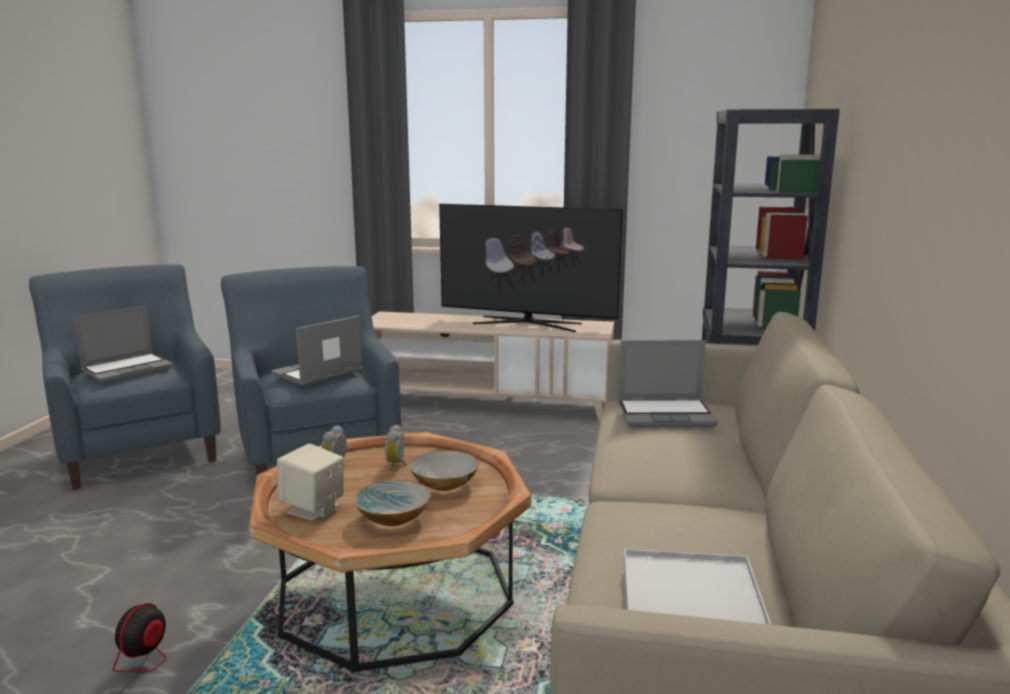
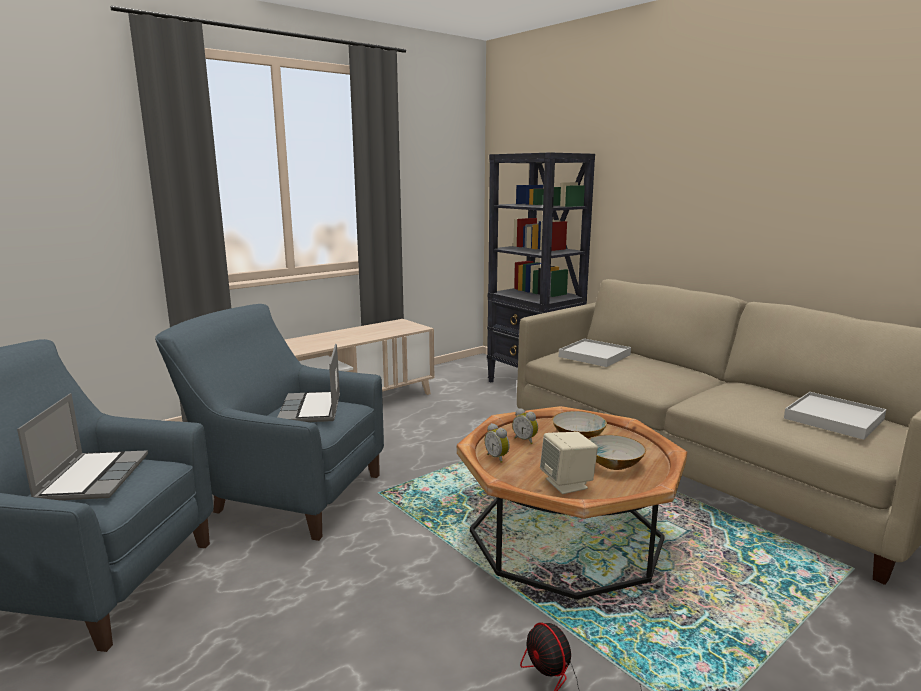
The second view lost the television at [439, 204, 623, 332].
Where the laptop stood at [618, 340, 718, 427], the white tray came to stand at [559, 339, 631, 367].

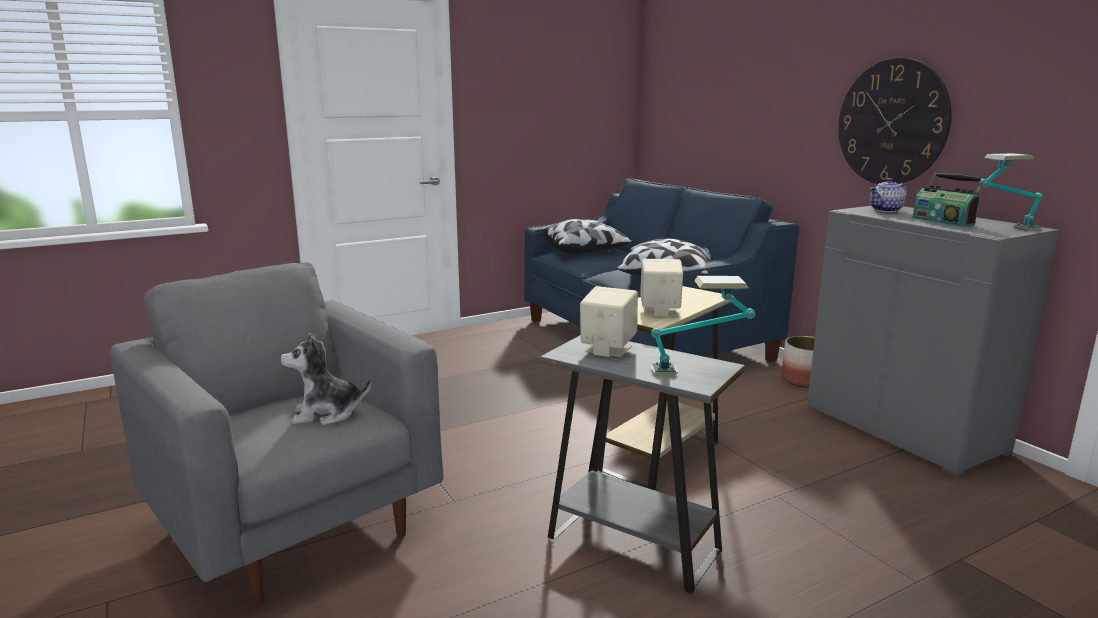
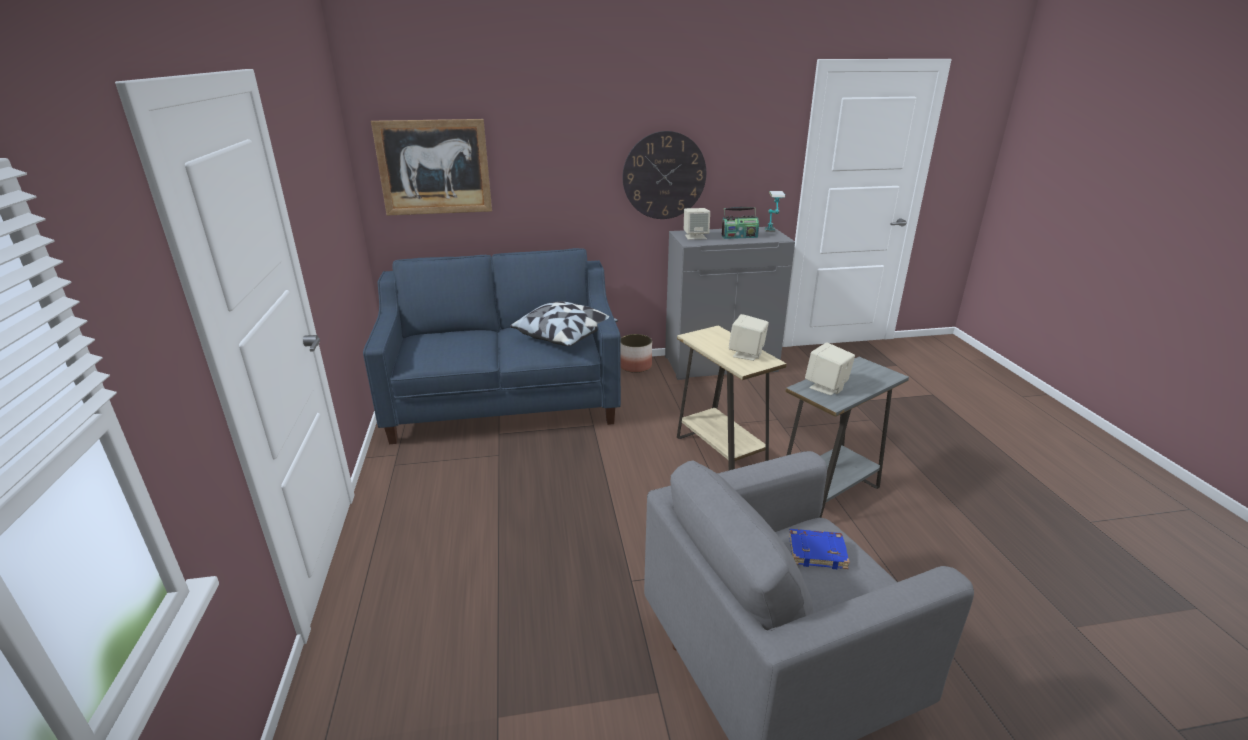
Where the plush toy stood at [280, 333, 372, 425], the blue book came to stand at [789, 529, 850, 569].
The second view lost the pillow at [543, 219, 633, 253].
The second view lost the table lamp at [651, 276, 756, 376].
Where the teapot stood at [870, 178, 907, 212], the beige speaker came to stand at [684, 208, 710, 240].
The second view gained the picture at [371, 119, 492, 216].

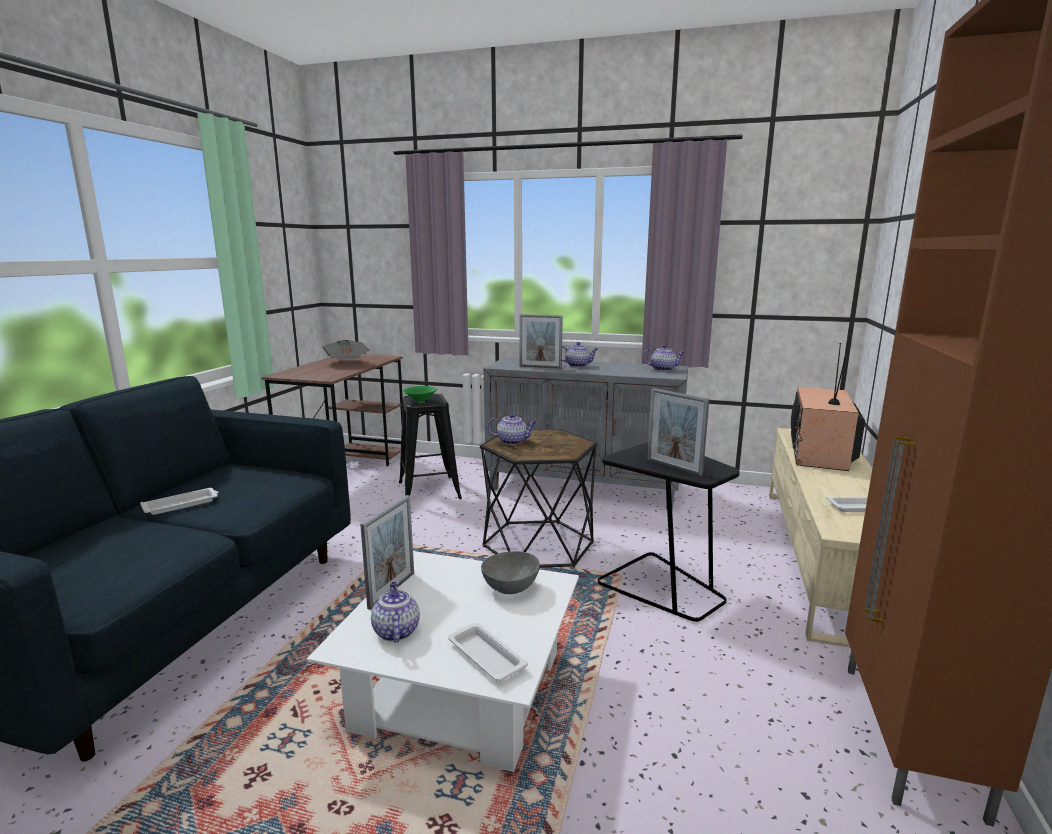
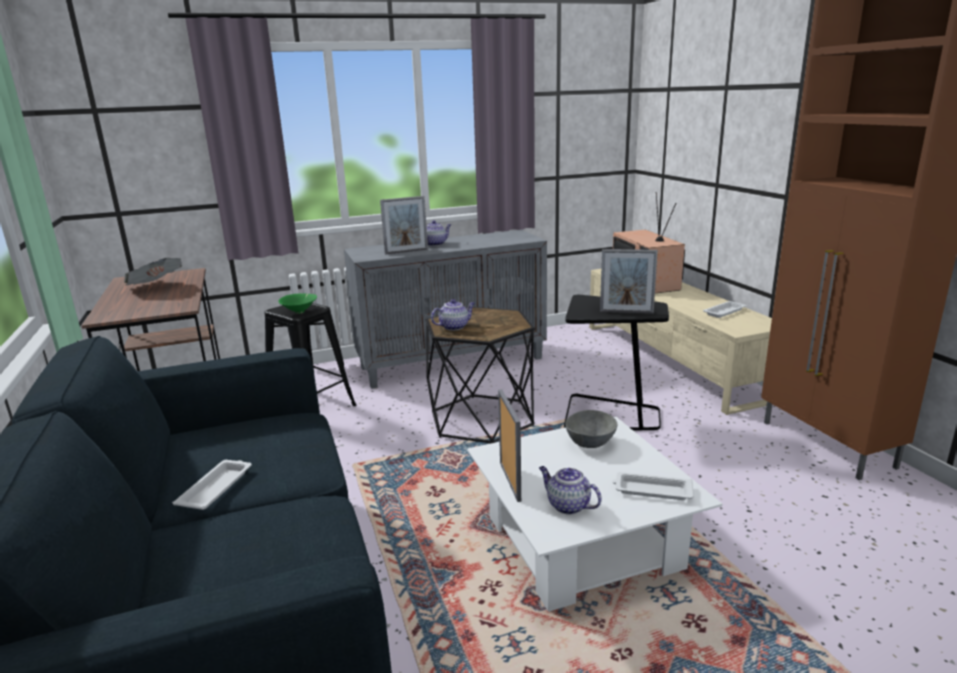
The second view lost the teapot at [643, 345, 685, 371].

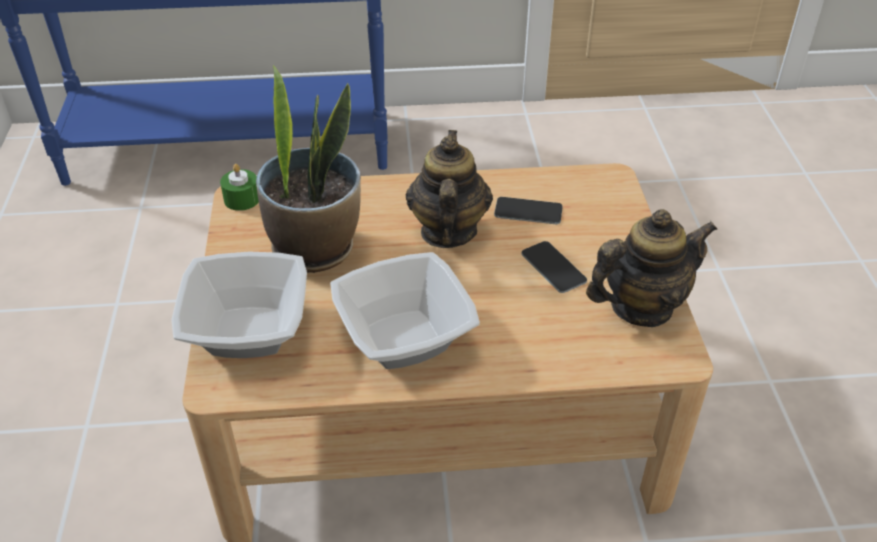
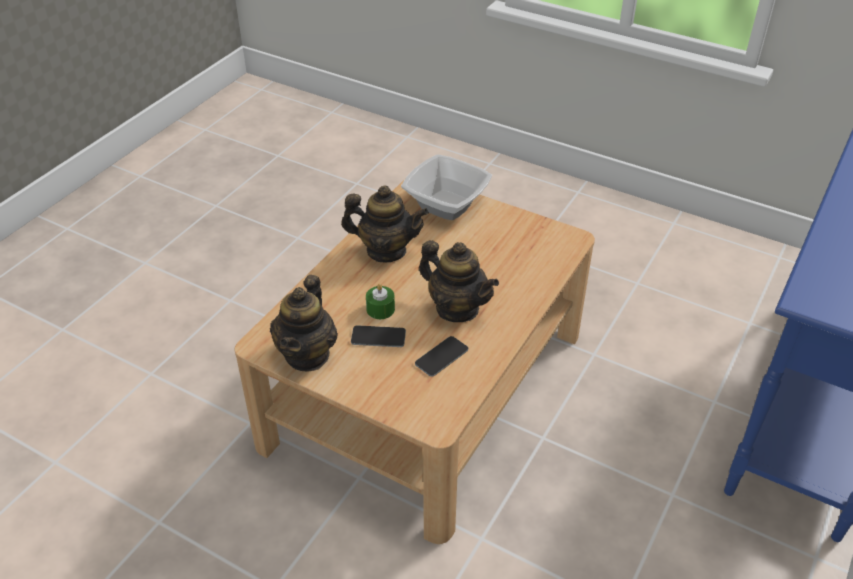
The green candle ended up elsewhere, having gone from [220, 164, 259, 211] to [366, 284, 395, 319].
The second view lost the potted plant at [256, 65, 361, 273].
Where the bowl stood at [330, 252, 480, 369], the teapot came to stand at [341, 185, 429, 263].

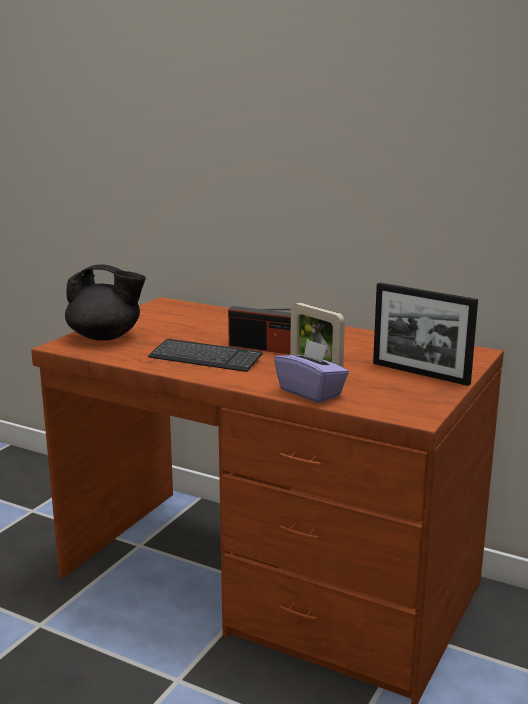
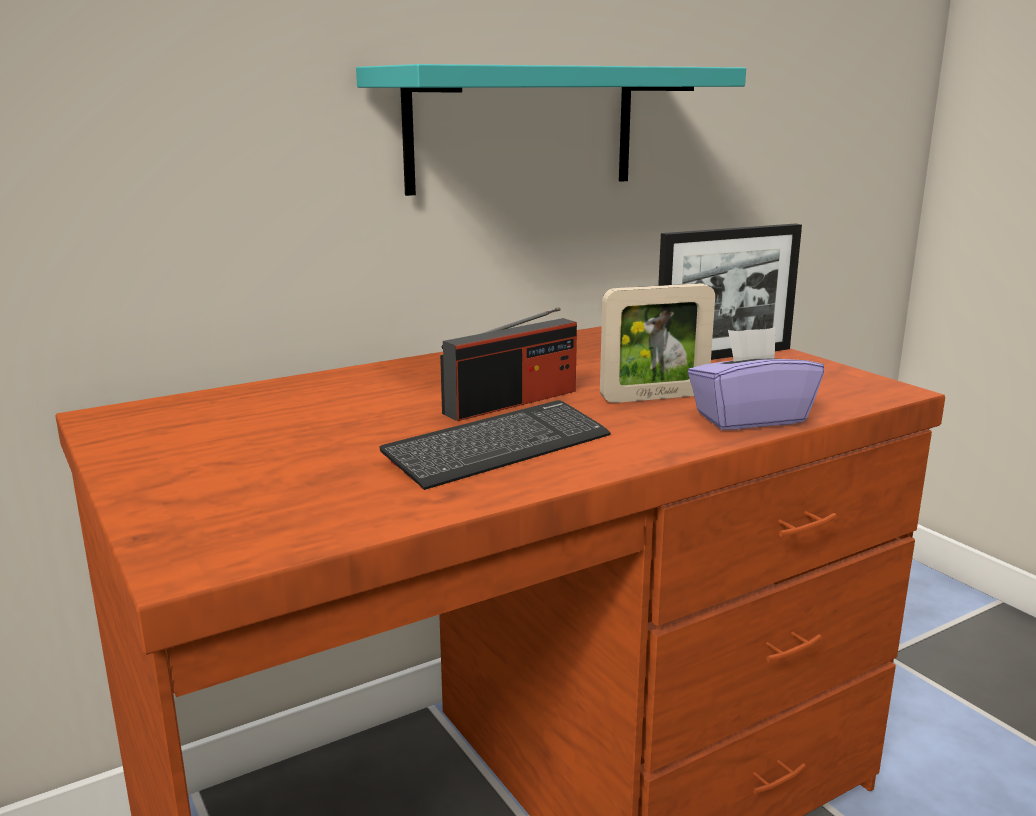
The second view lost the black teapot at [65, 264, 146, 341].
The second view gained the turquoise shelf at [356, 64, 746, 196].

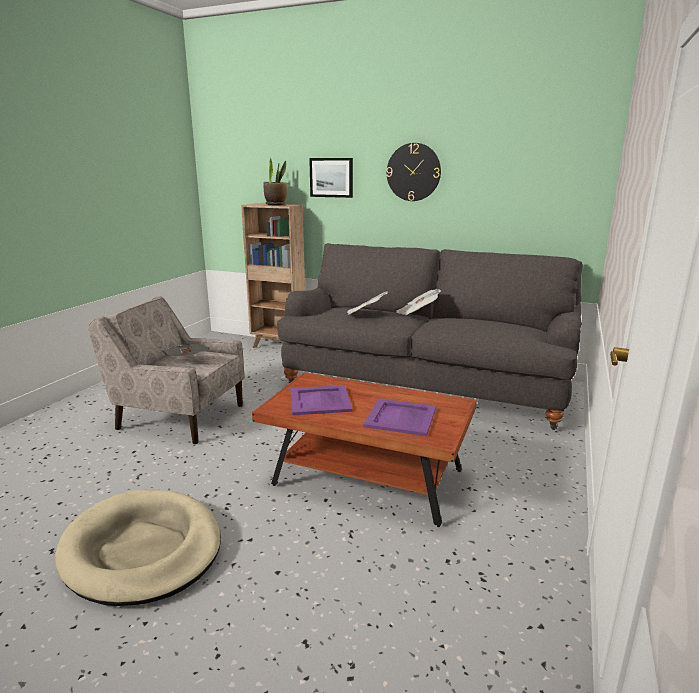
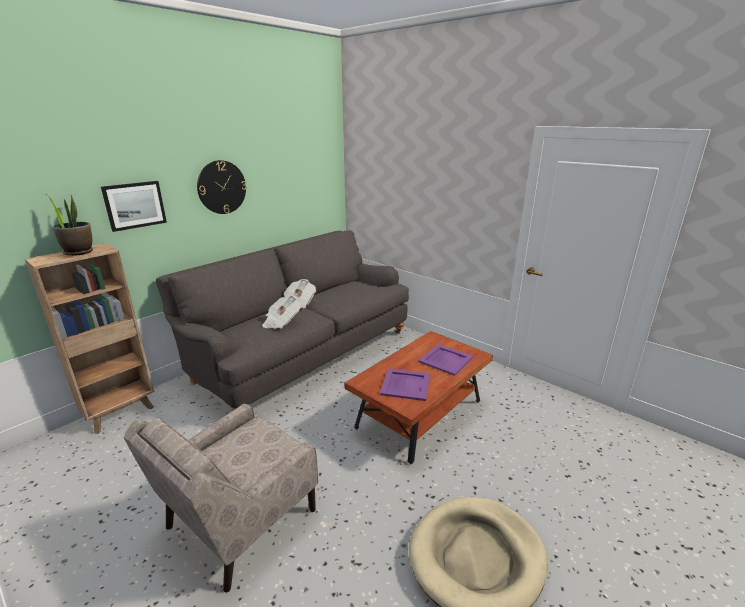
The second view lost the newspaper at [161, 344, 209, 356].

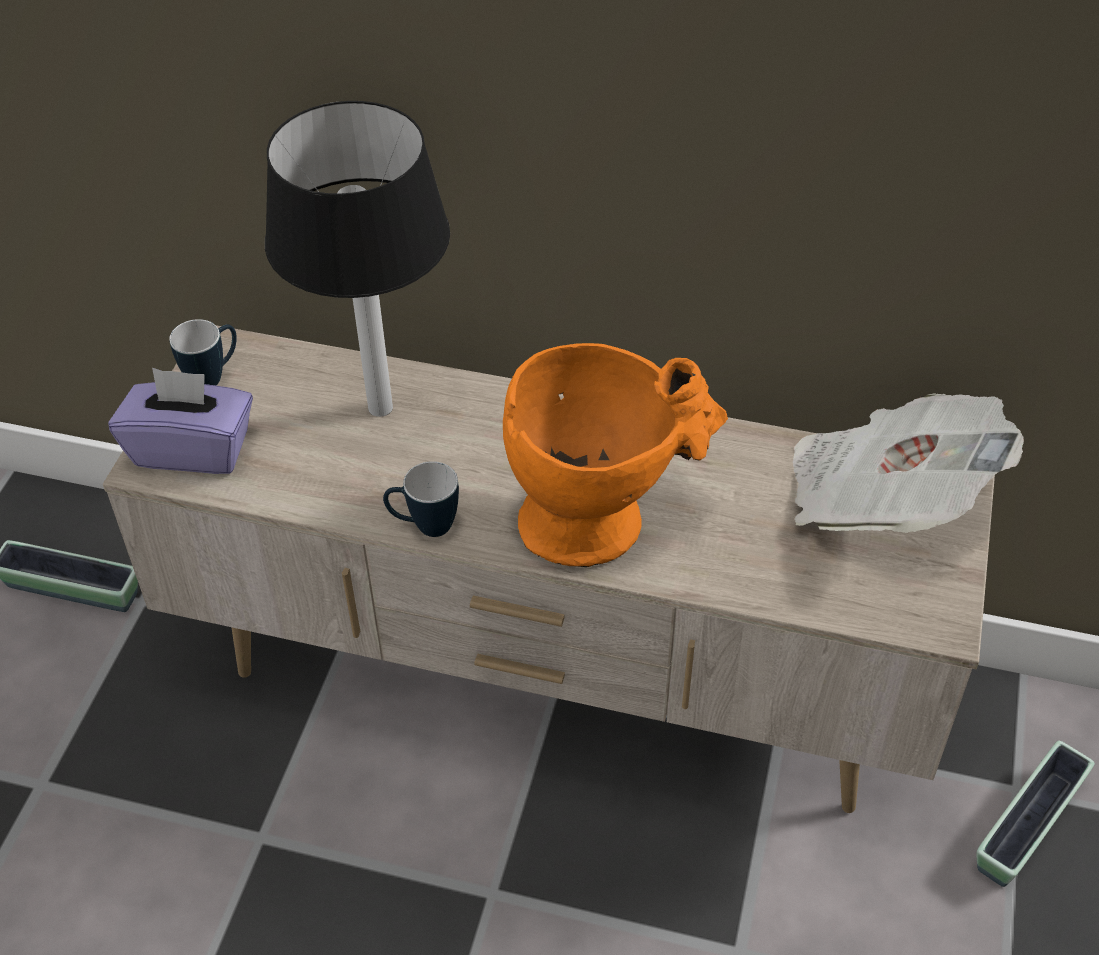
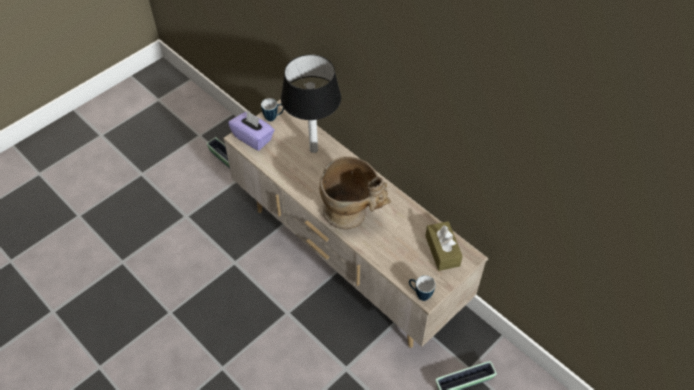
The mug ended up elsewhere, having gone from [383, 461, 459, 537] to [409, 275, 436, 301].
What was the orange vase at [503, 343, 728, 567] turned into the beige vase at [319, 156, 391, 229].
Where the newspaper stood at [793, 393, 1024, 533], the brown tissue box came to stand at [425, 221, 463, 271].

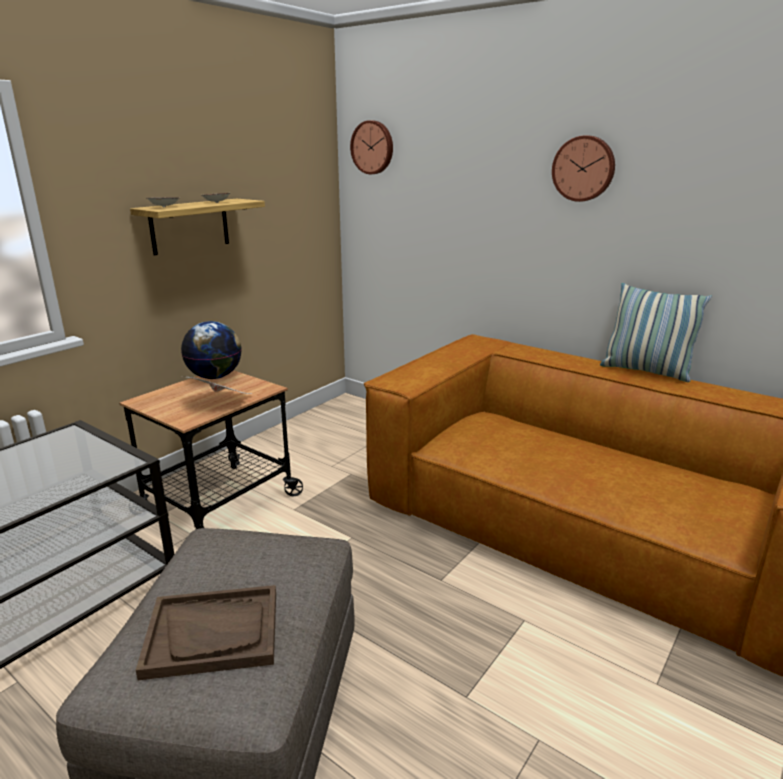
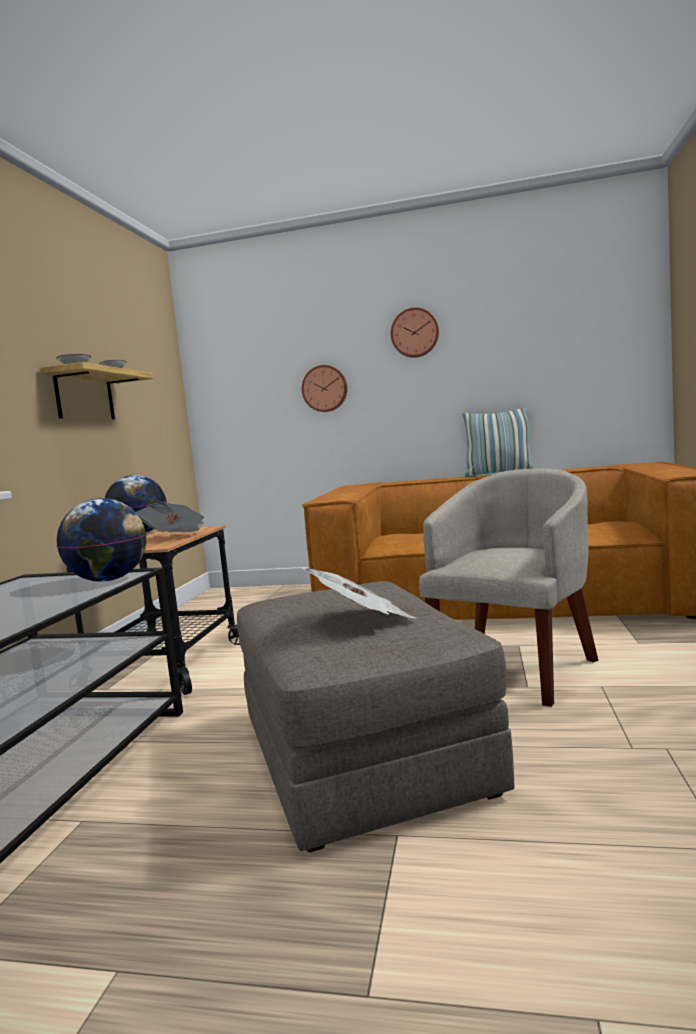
Where the brown tray stood at [136, 585, 276, 680], the newspaper came to stand at [302, 568, 417, 619].
The wall clock ended up elsewhere, having gone from [350, 120, 393, 174] to [302, 365, 347, 412].
The second view gained the globe at [57, 498, 146, 582].
The second view gained the beige armchair at [419, 468, 598, 707].

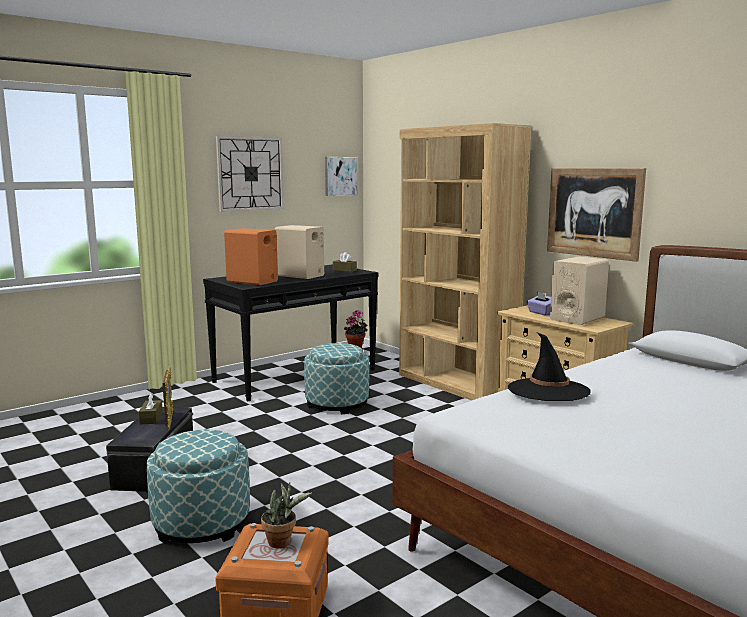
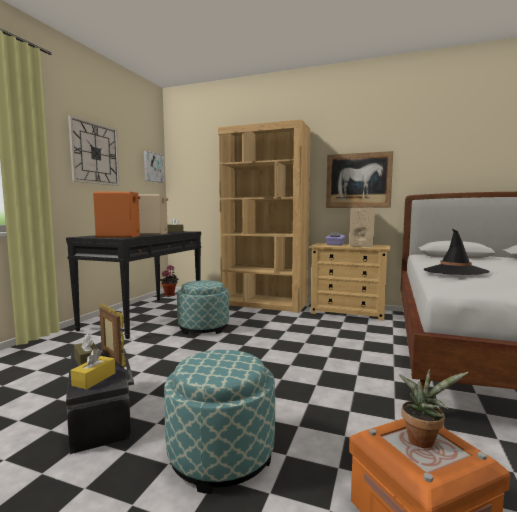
The second view gained the yellow tissue box at [70, 349, 115, 390].

